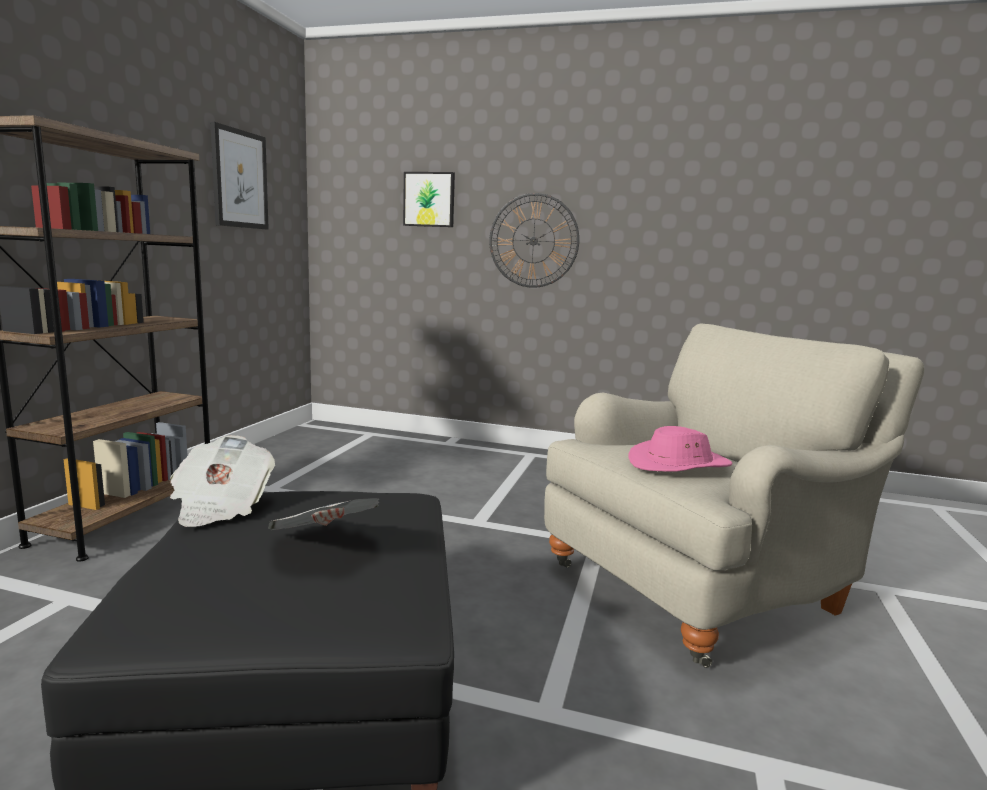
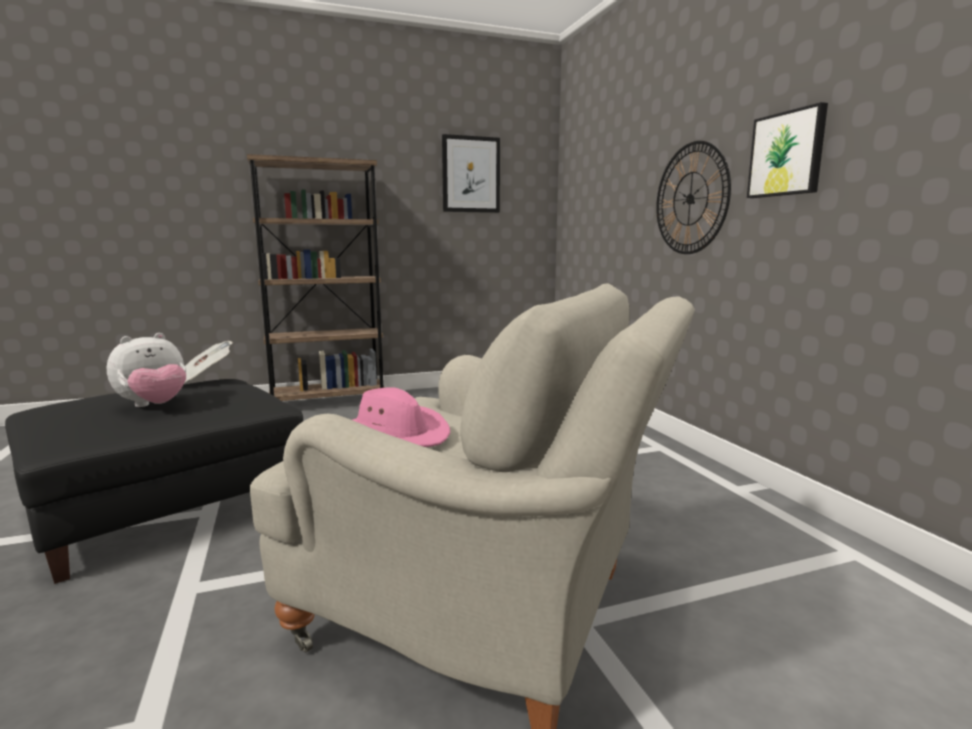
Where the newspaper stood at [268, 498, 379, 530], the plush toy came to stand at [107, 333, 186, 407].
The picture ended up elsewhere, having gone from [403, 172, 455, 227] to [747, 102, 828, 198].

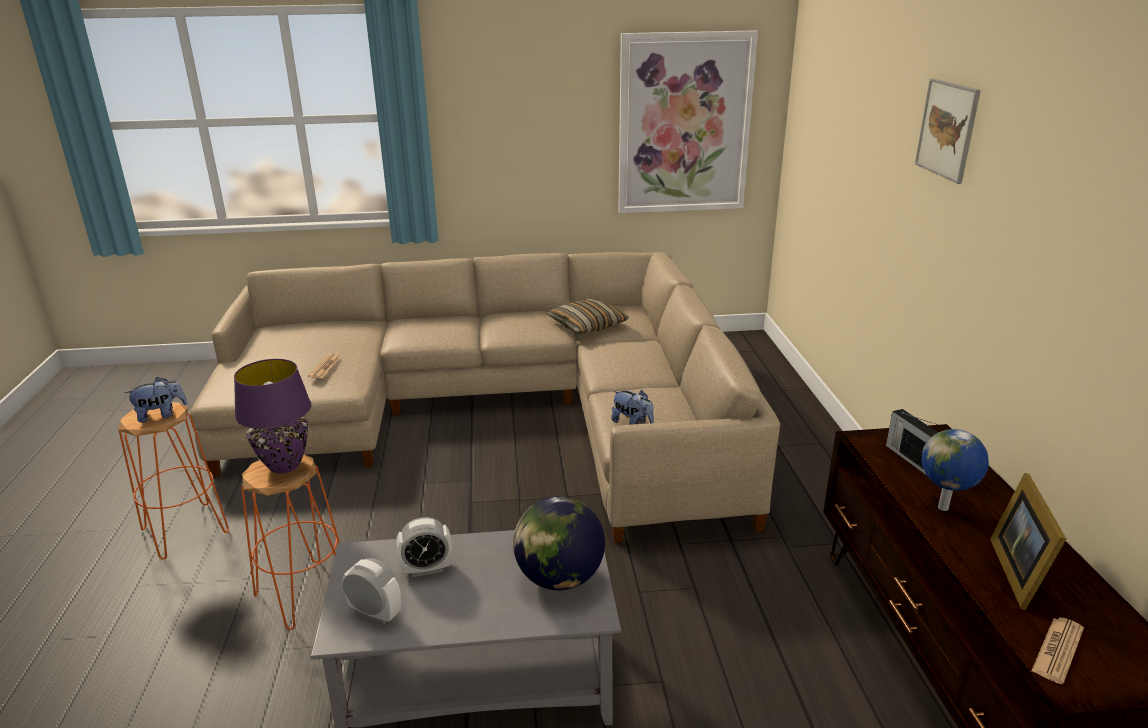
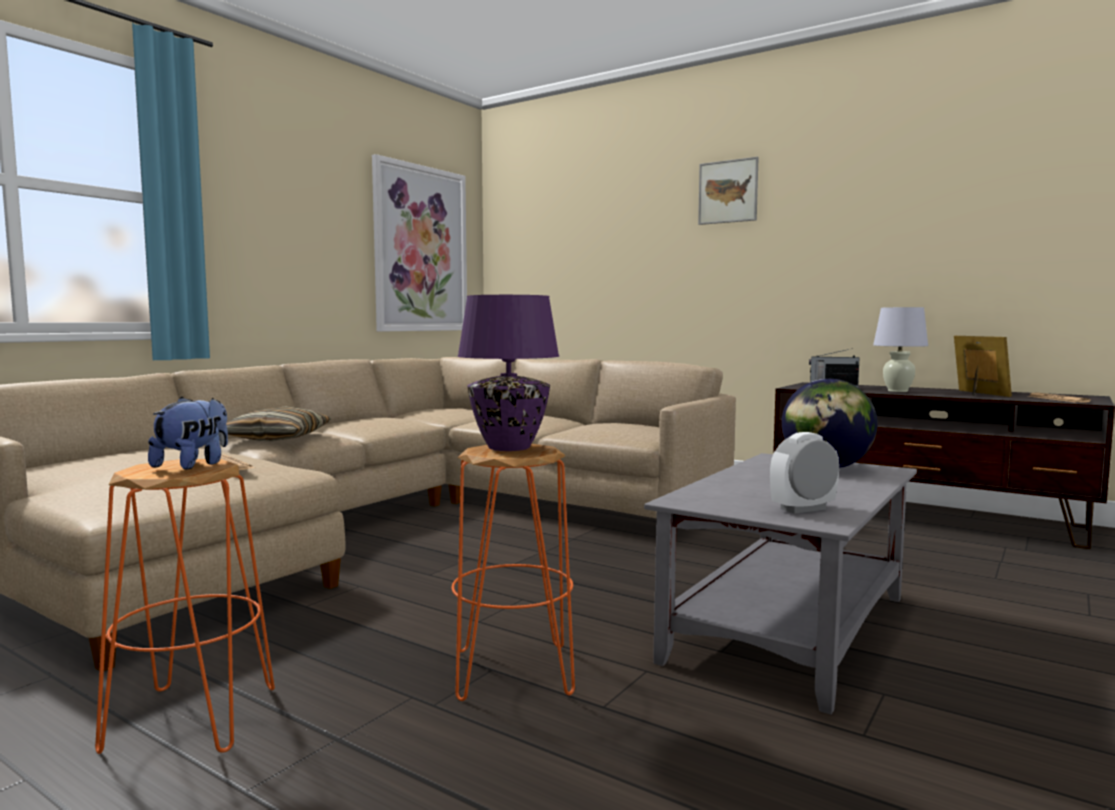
The second view lost the alarm clock at [397, 517, 452, 577].
The pillow ended up elsewhere, having gone from [546, 298, 629, 334] to [226, 406, 331, 441].
The second view lost the plush toy at [611, 390, 654, 425].
Where the globe stood at [921, 429, 989, 511], the white table lamp came to stand at [873, 307, 928, 392].
The picture frame at [990, 473, 1066, 610] ended up facing another way, 150 degrees counterclockwise from before.

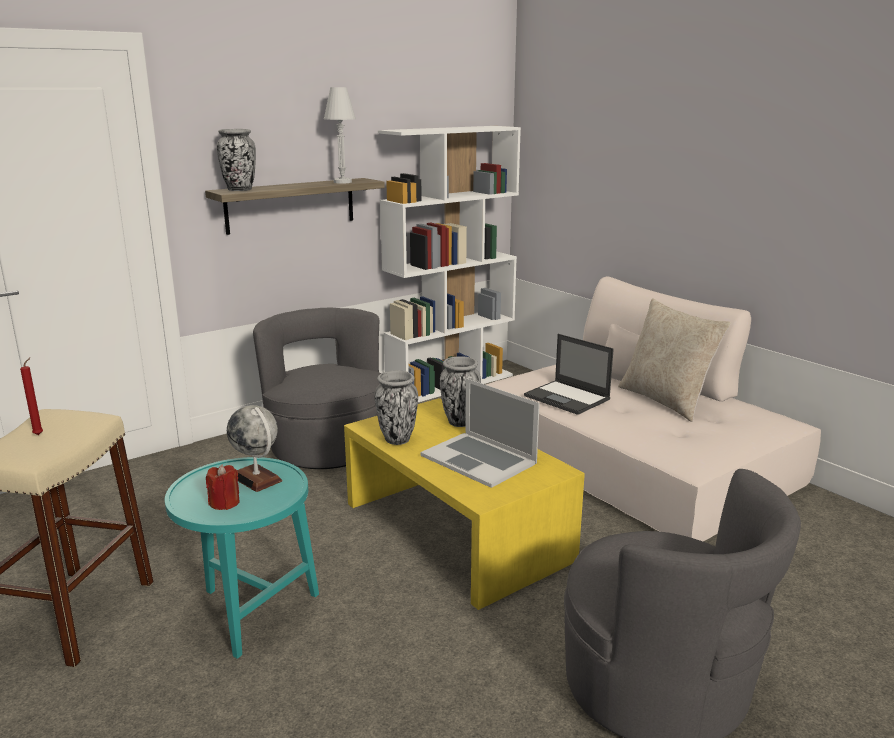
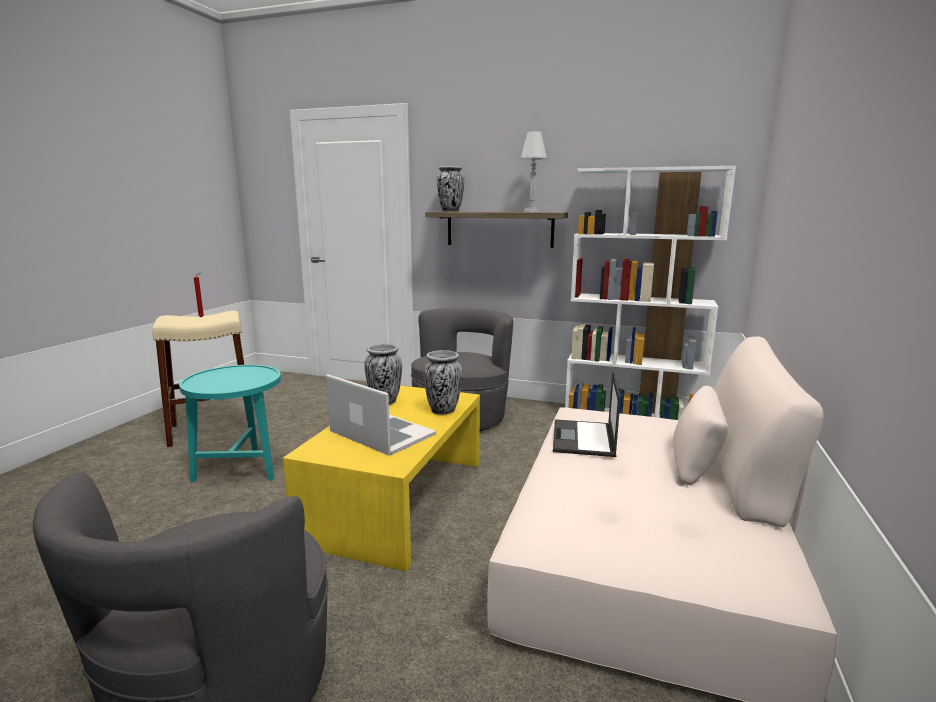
The second view lost the red candle at [206, 464, 240, 510].
The second view lost the globe at [227, 405, 282, 492].
The laptop at [420, 378, 540, 488] ended up facing another way, 120 degrees clockwise from before.
The second view lost the beige pillow at [618, 298, 731, 422].

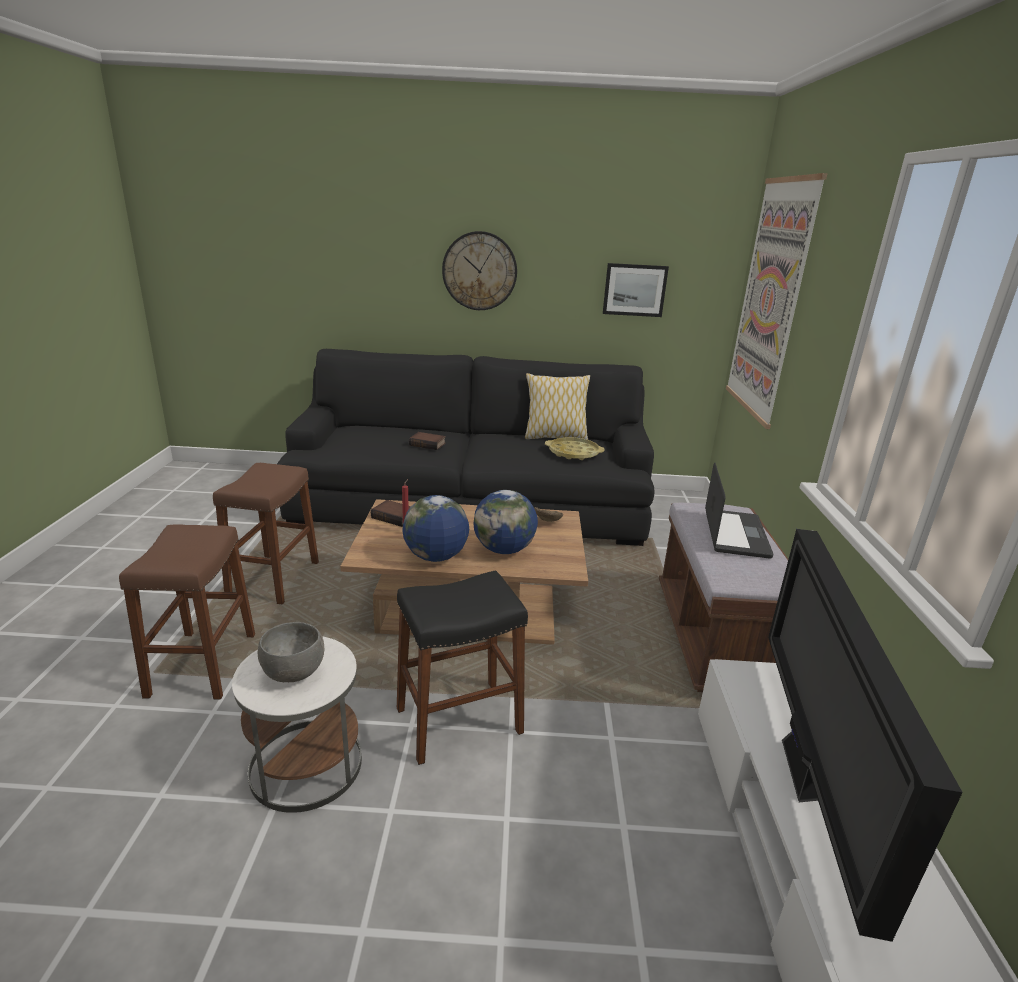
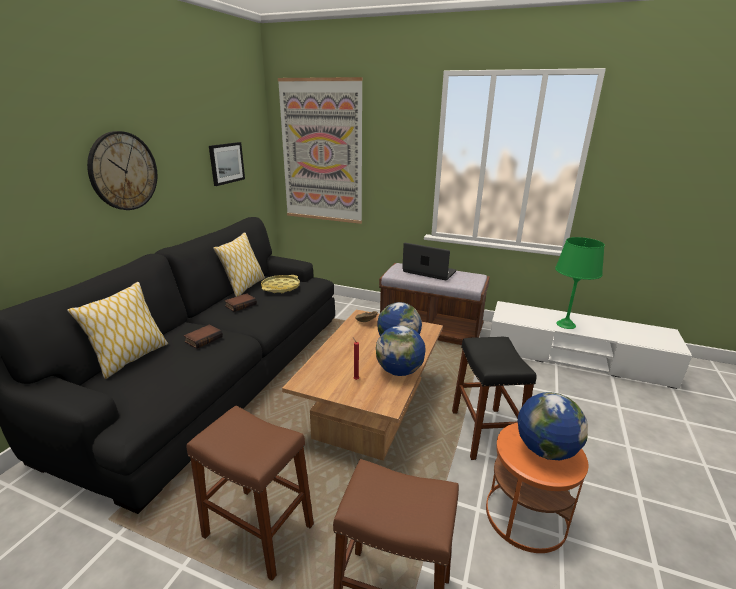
What was the white side table at [232, 636, 362, 813] turned into the orange side table at [486, 423, 588, 553].
Where the grey bowl stood at [258, 622, 324, 682], the globe came to stand at [518, 392, 588, 460].
The book ended up elsewhere, having gone from [371, 500, 411, 527] to [224, 293, 257, 312].
Where the television stood at [768, 529, 963, 942], the green table lamp came to stand at [555, 237, 605, 329].
The second view gained the pillow at [67, 282, 168, 379].

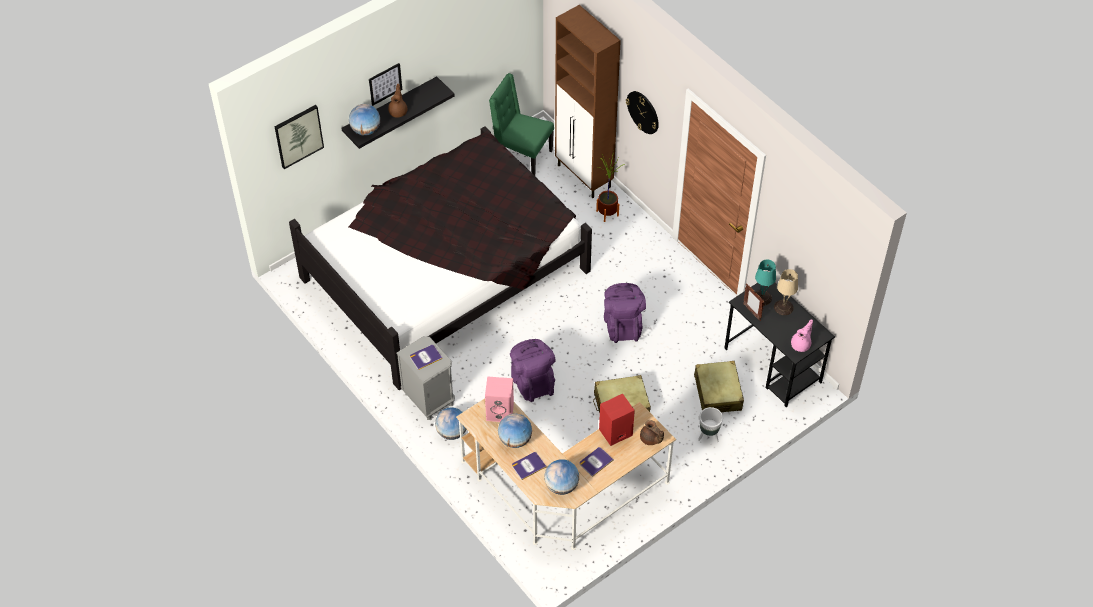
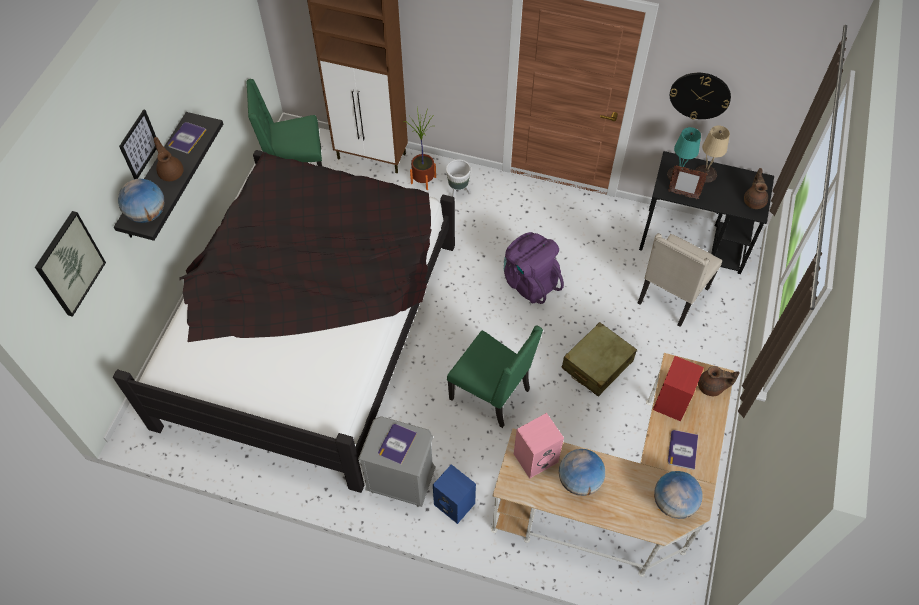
Where the globe stood at [435, 407, 466, 440], the blue speaker came to stand at [433, 464, 476, 524].
Where the purple backpack stood at [510, 339, 556, 402], the green chair came to stand at [447, 326, 543, 428].
The book ended up elsewhere, having gone from [512, 452, 546, 480] to [168, 122, 206, 154].
The wall clock ended up elsewhere, having gone from [626, 91, 659, 134] to [670, 73, 731, 120].
Where the beige suitcase stood at [694, 361, 744, 412], the beige chair came to stand at [638, 233, 722, 327].
The white planter ended up elsewhere, having gone from [698, 407, 723, 442] to [446, 159, 471, 198].
What was the pink teapot at [791, 319, 813, 352] turned into the brown teapot at [744, 168, 768, 209].

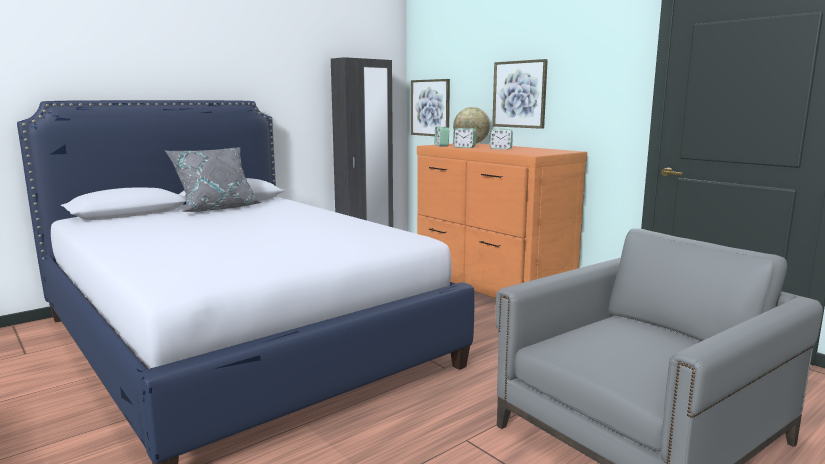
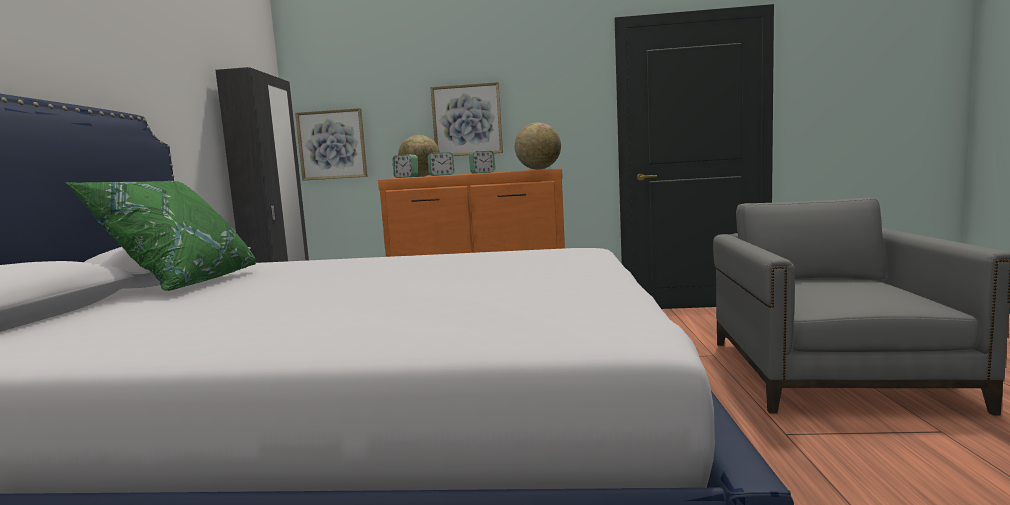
What was the grey pillow at [165, 147, 262, 212] turned into the green pillow at [65, 181, 256, 291].
The second view gained the globe at [515, 122, 561, 170].

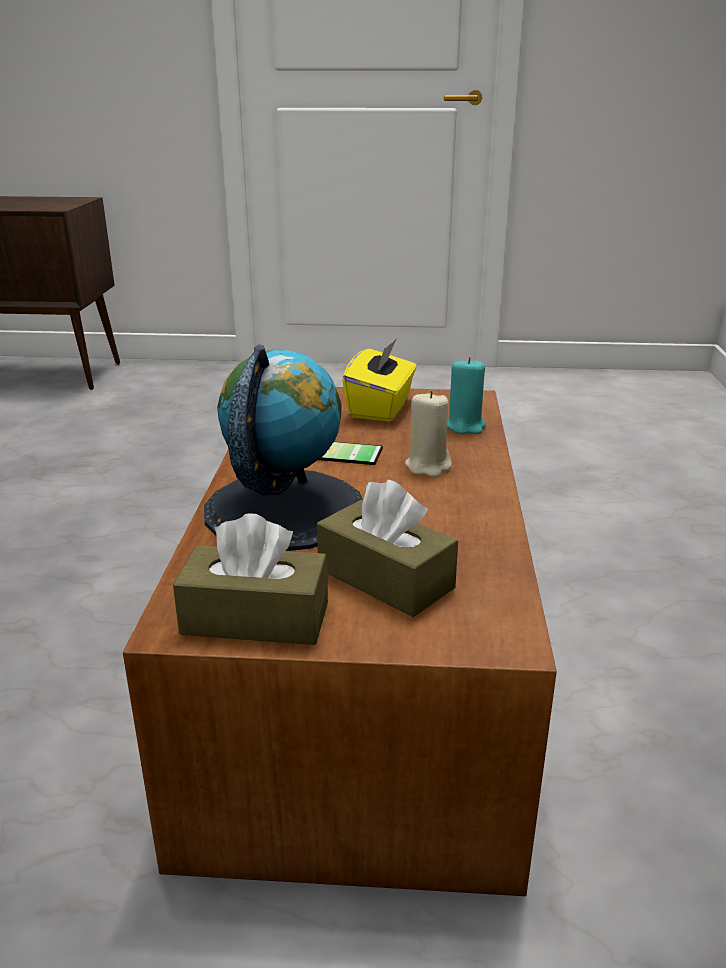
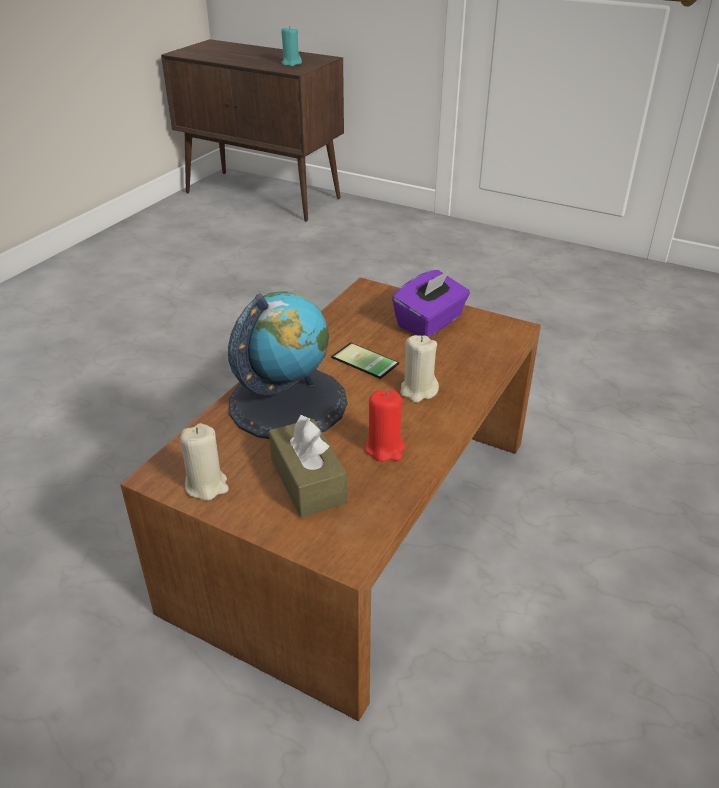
Where the brown tissue box stood at [173, 513, 328, 645], the beige candle came to stand at [180, 423, 229, 501].
What was the yellow tissue box at [342, 338, 417, 422] turned into the purple tissue box at [392, 270, 470, 337].
The turquoise candle ended up elsewhere, having gone from [447, 357, 486, 434] to [281, 26, 302, 66].
The second view gained the red candle at [365, 390, 405, 462].

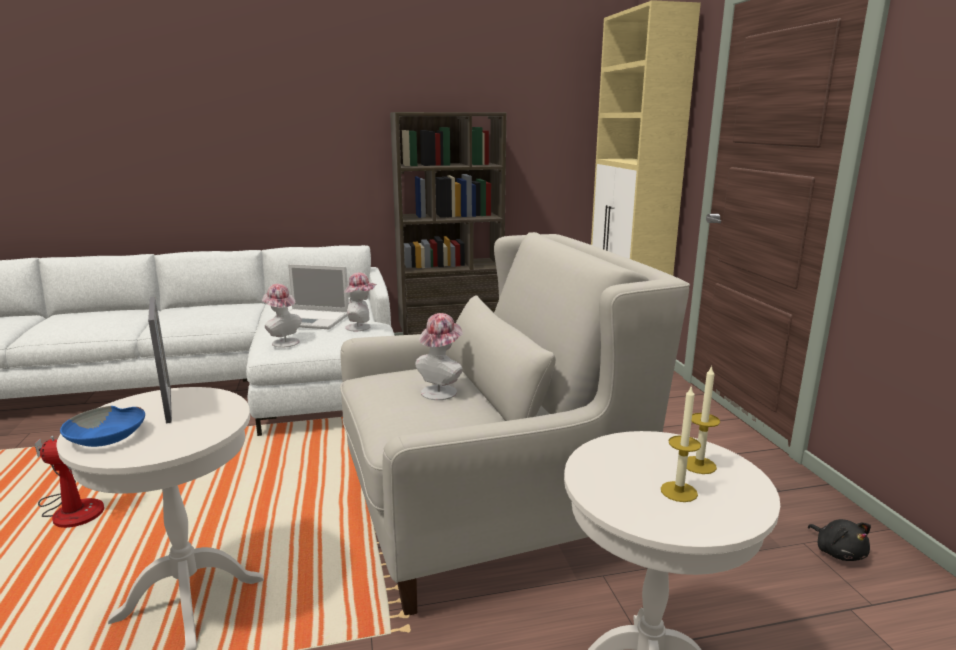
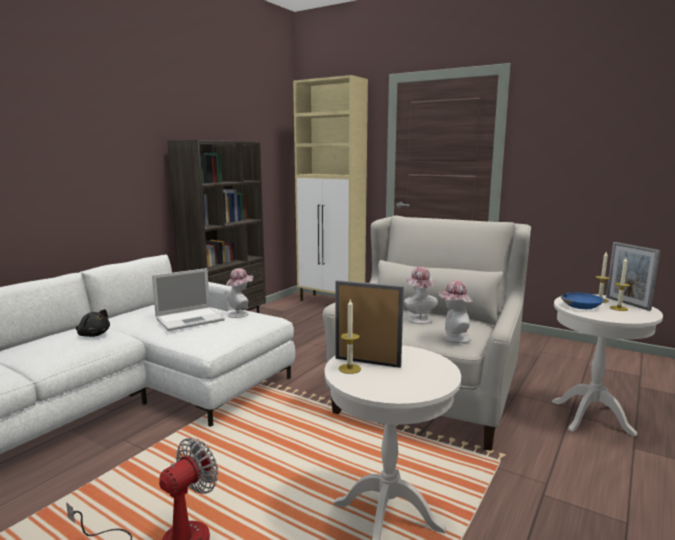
The blue bowl ended up elsewhere, having gone from [60, 406, 145, 447] to [561, 292, 604, 309].
The hat ended up elsewhere, having gone from [262, 284, 302, 348] to [437, 280, 473, 343].
The black plush toy ended up elsewhere, having gone from [808, 519, 871, 561] to [76, 309, 110, 337].
The second view gained the candle at [339, 298, 361, 374].
The second view gained the picture frame at [606, 242, 660, 311].

